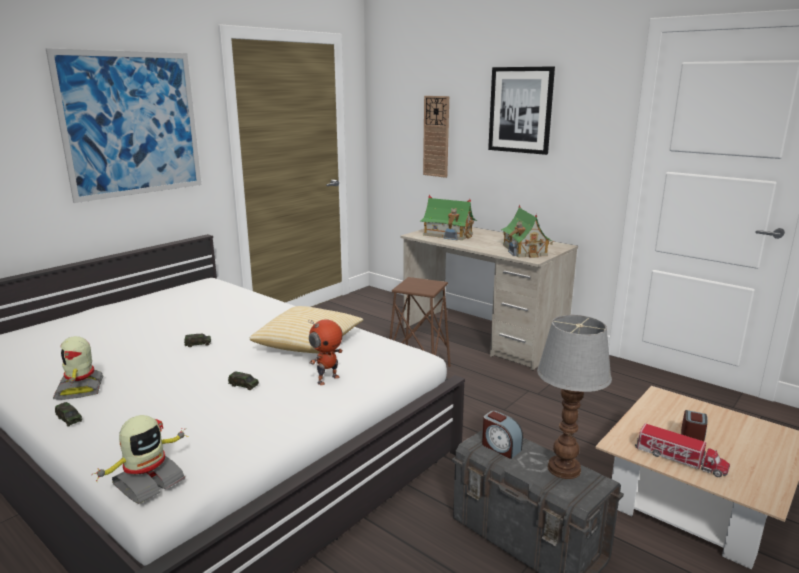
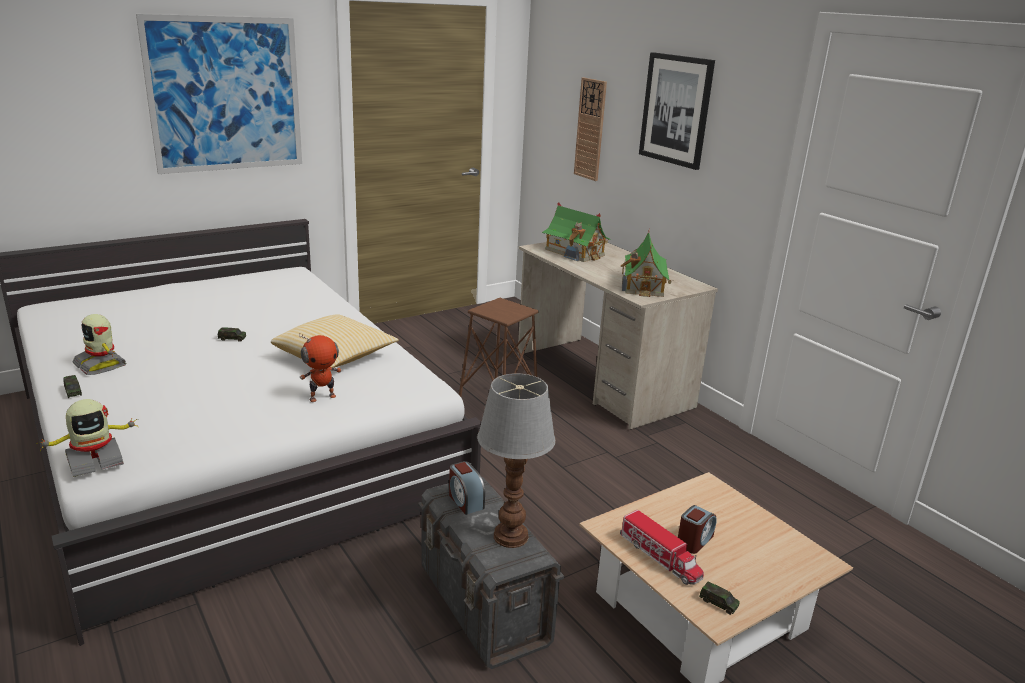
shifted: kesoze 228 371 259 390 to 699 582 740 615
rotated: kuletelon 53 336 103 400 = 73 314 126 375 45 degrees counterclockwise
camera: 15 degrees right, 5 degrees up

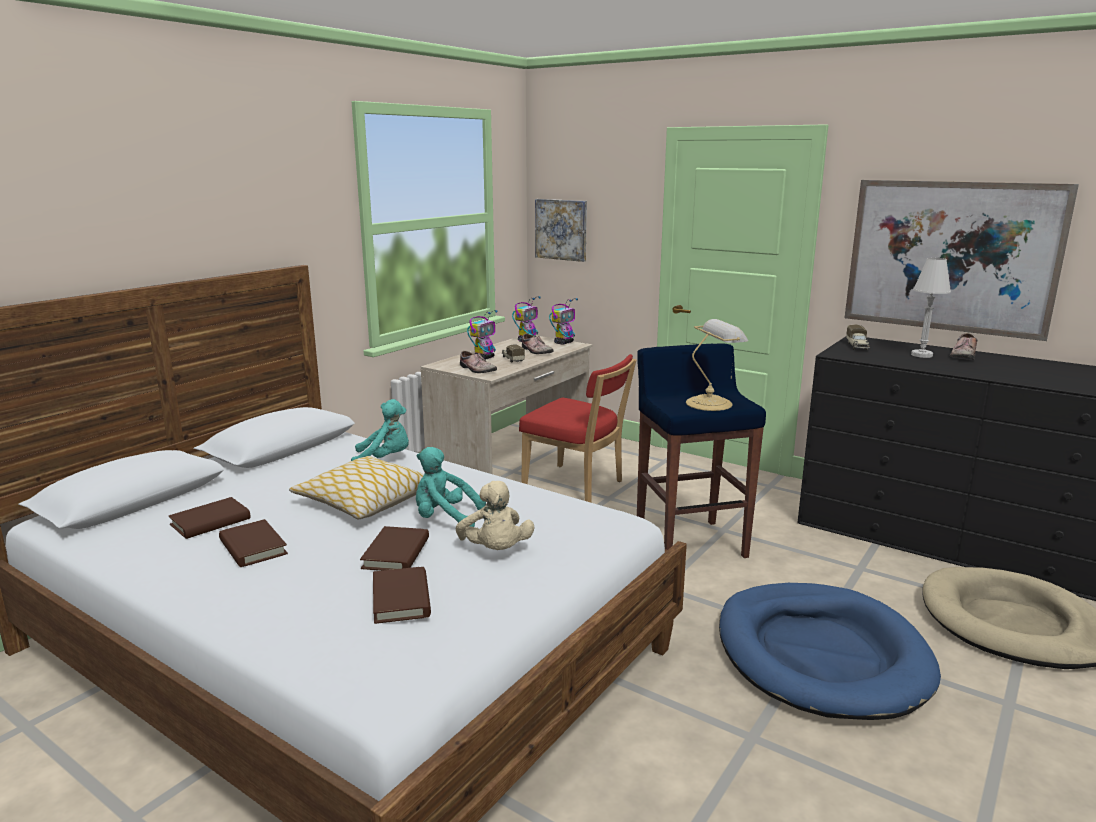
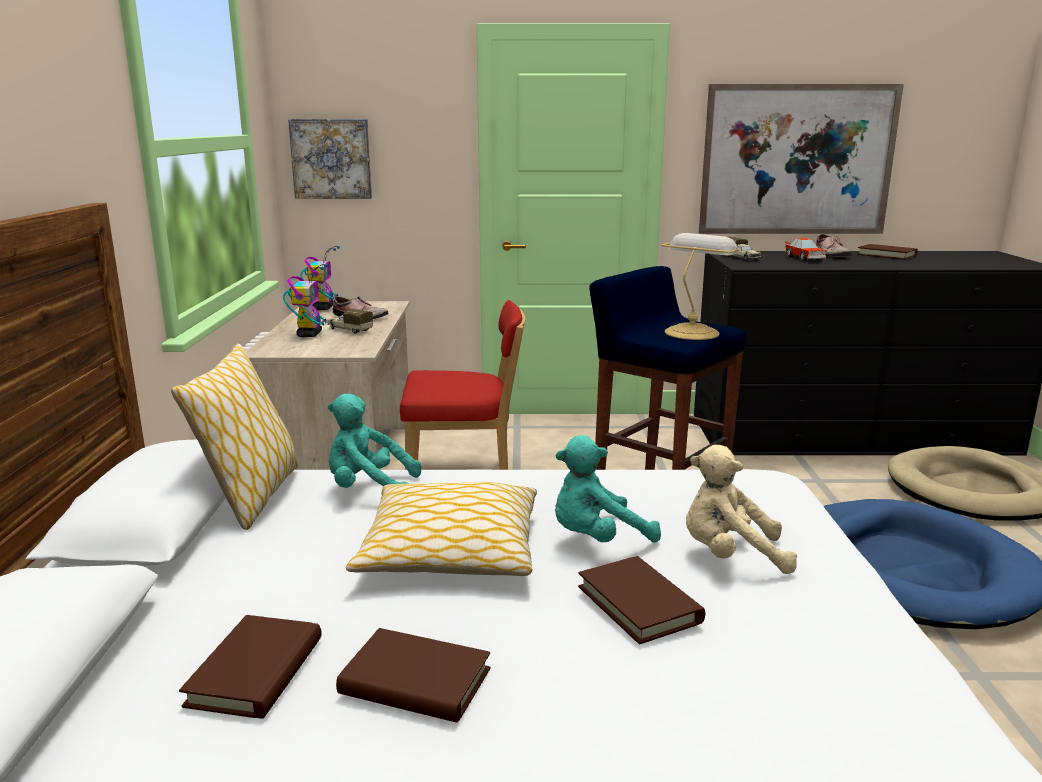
gone: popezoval 460 351 497 373; kuletelon 549 298 578 345
new: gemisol 171 344 299 530
shifted: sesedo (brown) 373 567 431 624 to 857 244 918 260
swapped: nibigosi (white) 911 258 951 358 to kesoze 785 238 827 261
rotated: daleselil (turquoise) 351 399 409 461 = 328 394 421 488 135 degrees counterclockwise; daleselil (beige) 456 481 535 550 = 686 445 797 574 150 degrees clockwise
camera: 35 degrees left, 0 degrees up

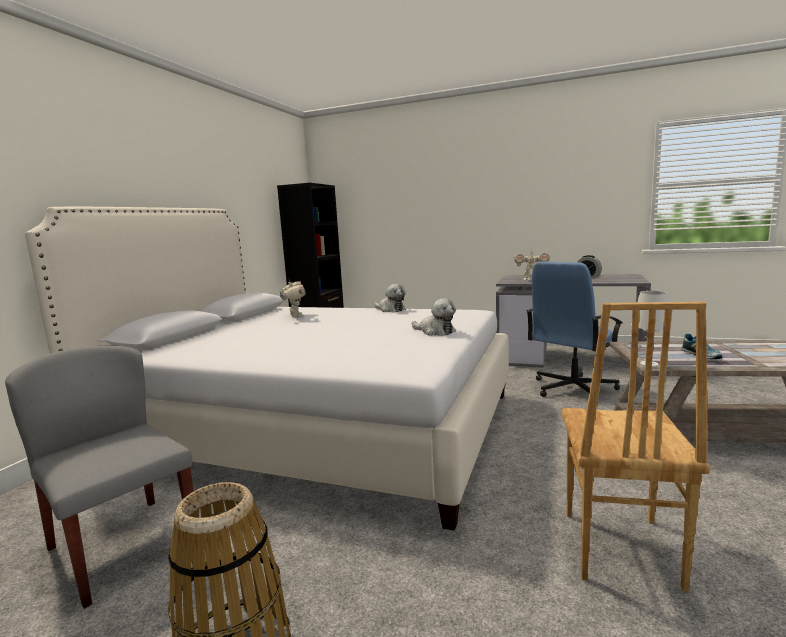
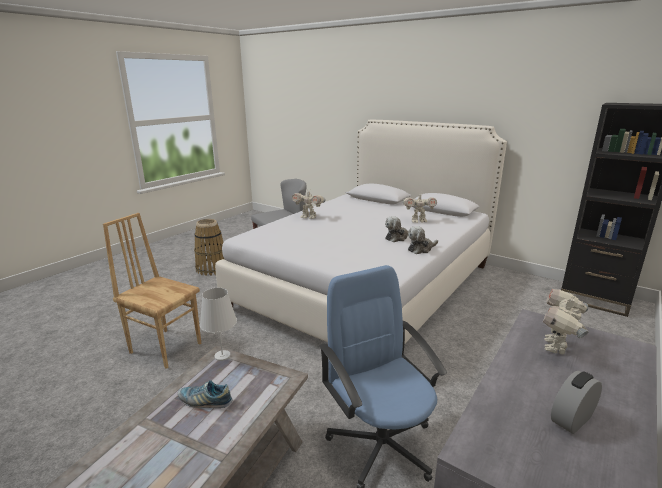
new: kuletelon 292 188 325 219
shifted: daleselil 412 298 456 336 to 385 216 409 242
camera: 105 degrees right, 10 degrees up

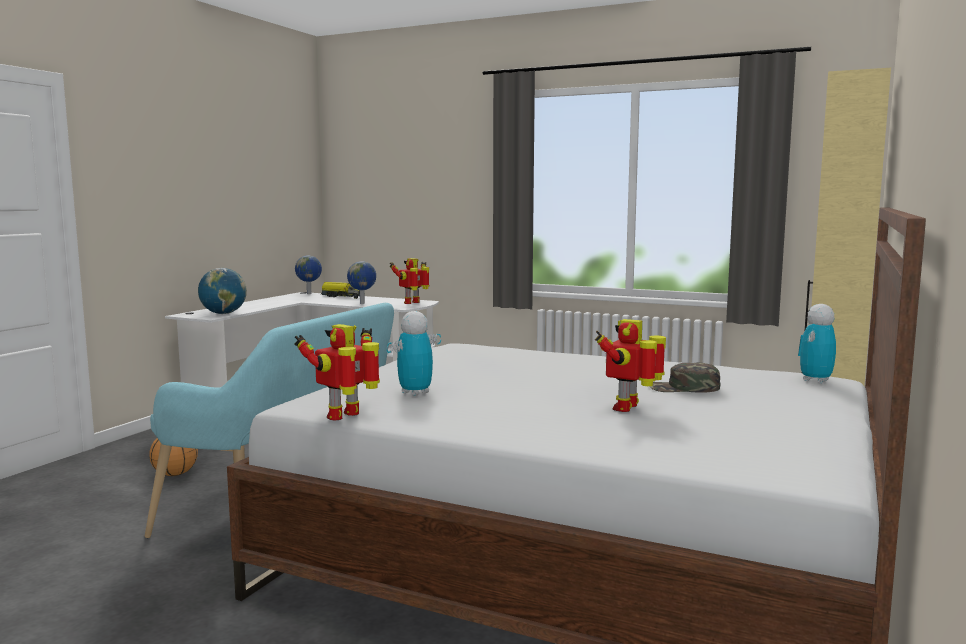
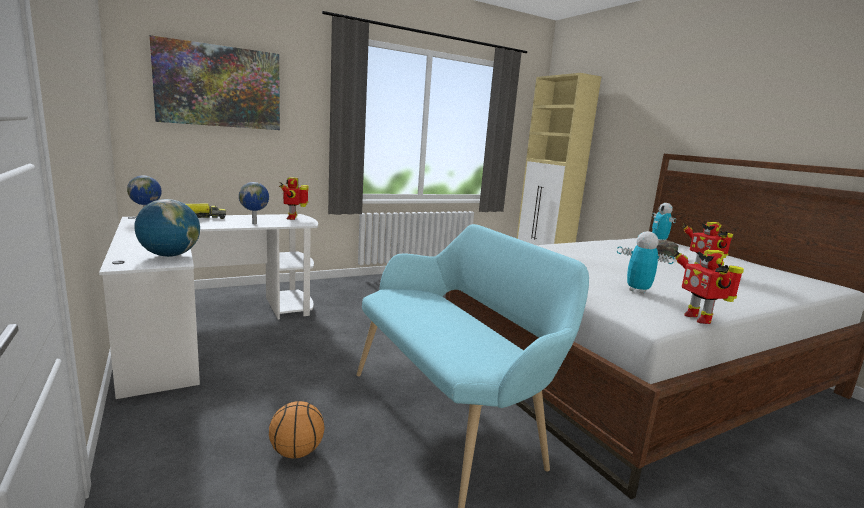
new: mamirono 150 35 280 130
rotated: kuletelon 386 311 441 396 = 617 231 674 294 135 degrees clockwise
camera: 55 degrees left, 5 degrees up

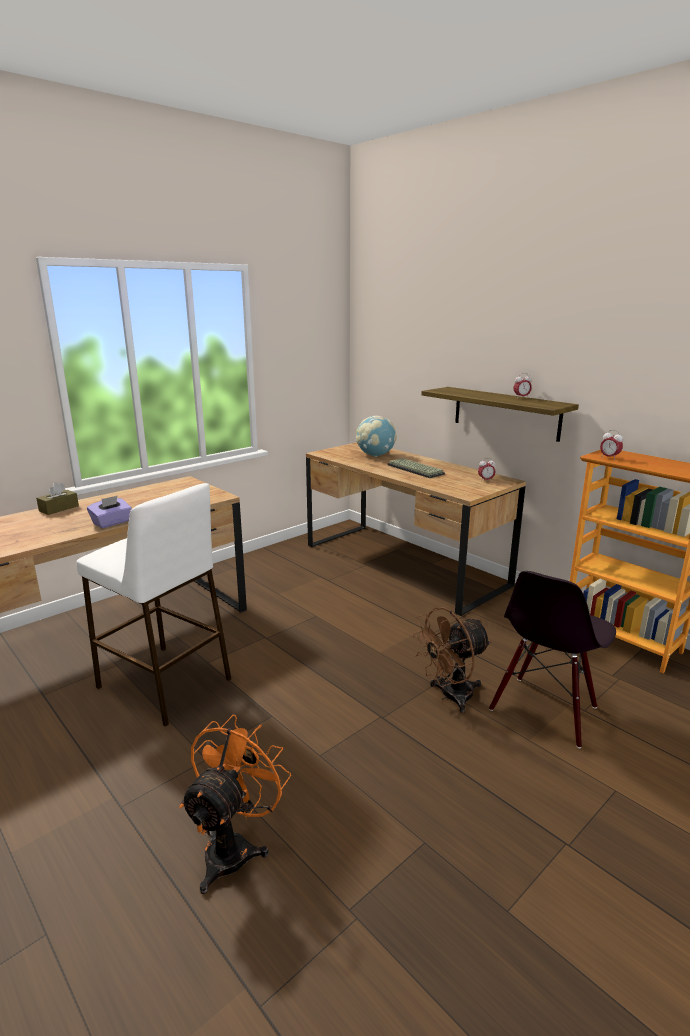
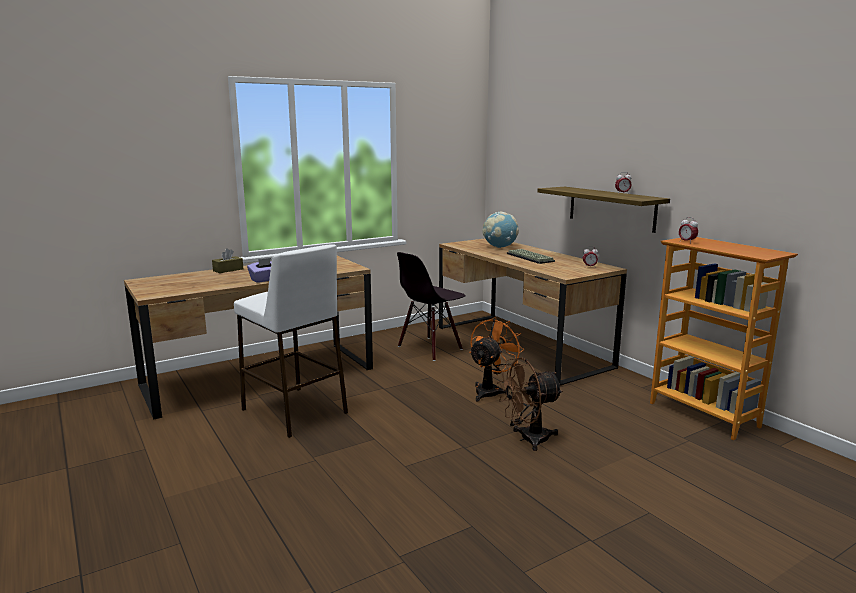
shifted: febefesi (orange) 179 715 291 894 to 469 317 523 401; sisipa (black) 489 571 616 748 to 397 252 466 361
camera: 10 degrees right, 5 degrees down

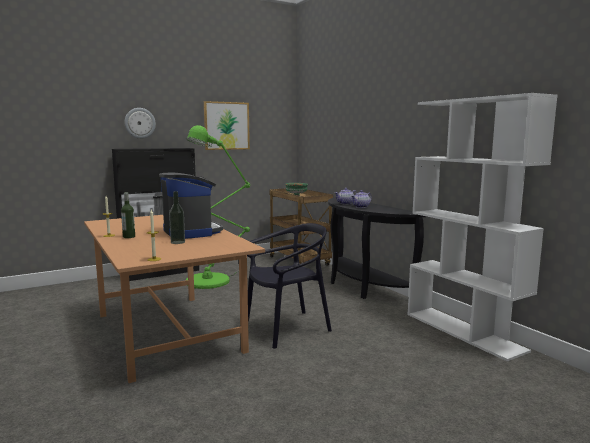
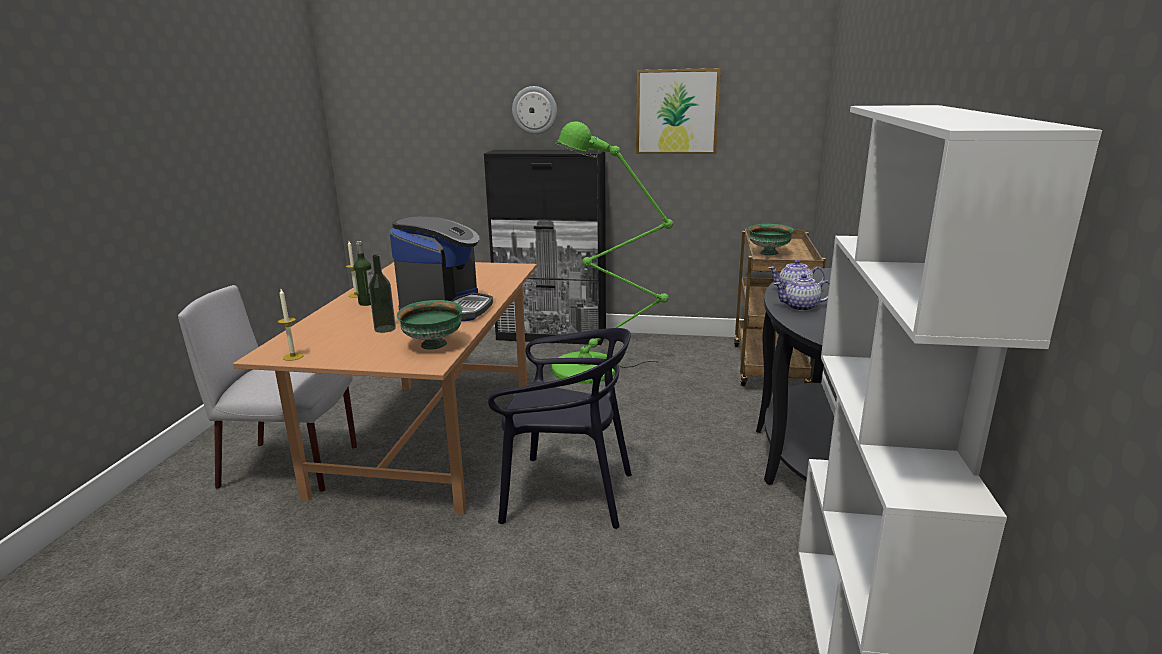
new: sisipa (grey) 178 285 357 492; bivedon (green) 397 300 463 350
camera: 40 degrees right, 10 degrees up

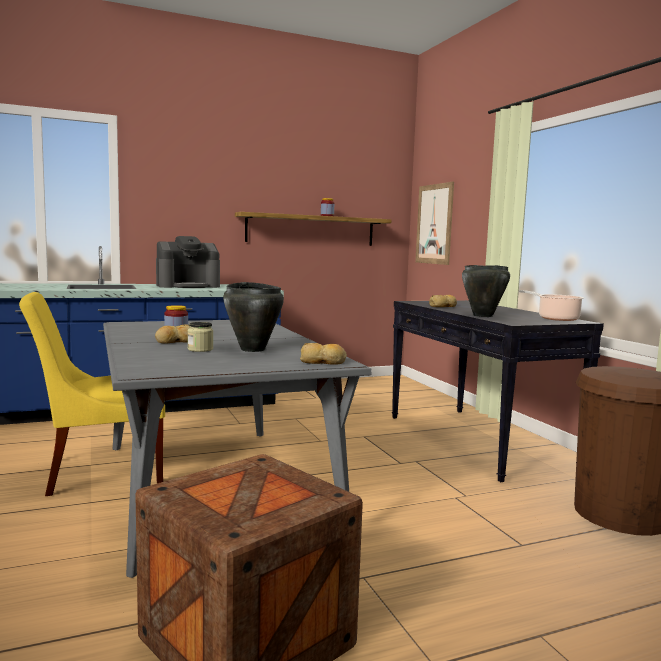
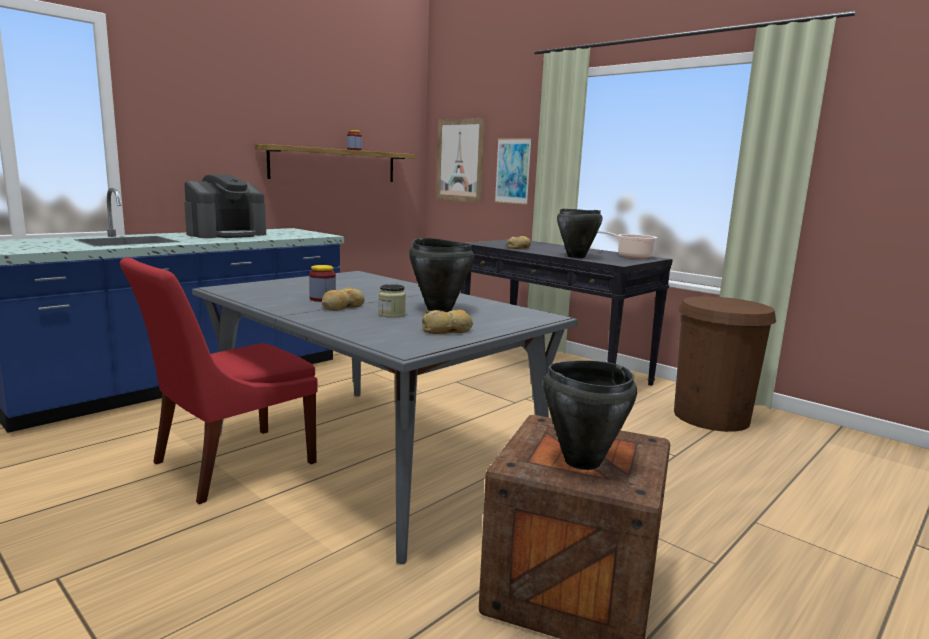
new: mamirono 495 138 532 205; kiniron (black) 543 361 637 470
shifted: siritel 300 343 347 365 to 422 310 473 334
repainted: sisipa (yellow) 19 292 165 496 to sisipa (red) 120 257 318 504
camera: 25 degrees left, 5 degrees up

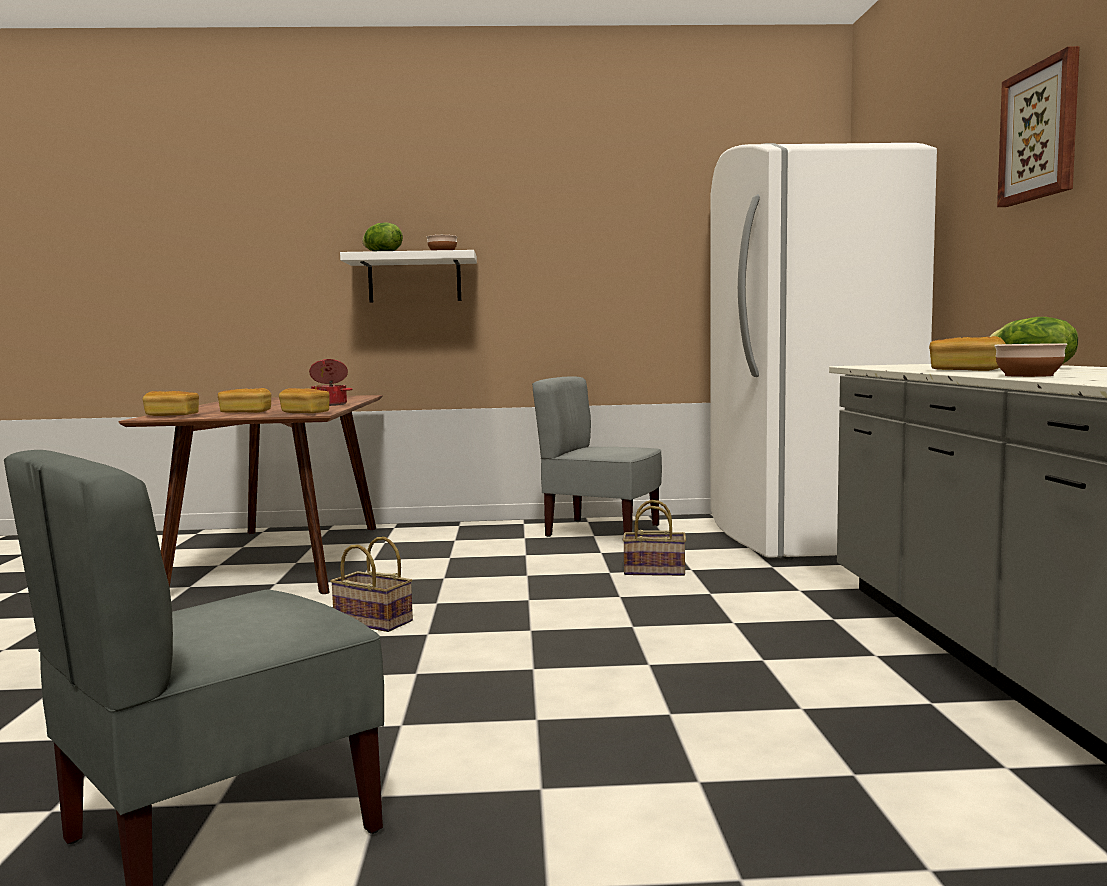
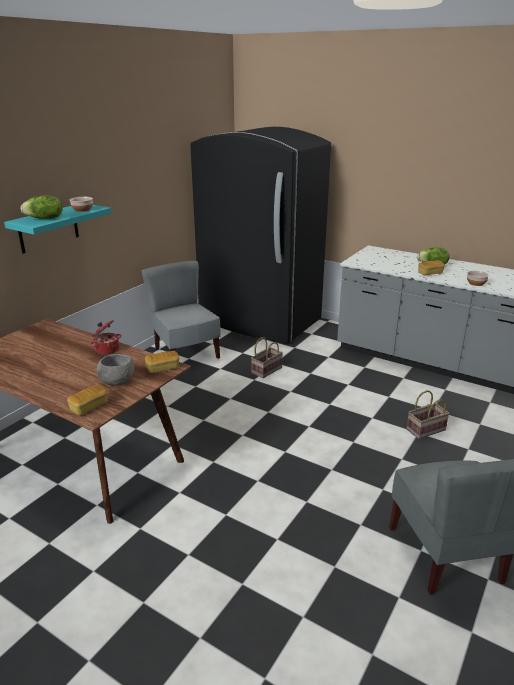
gone: mamirono 997 46 1080 207
shifted: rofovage 330 537 413 632 to 406 390 450 439
swapped: siritel 218 388 271 413 to bivedon (grey) 97 354 134 386
repainted: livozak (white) 340 250 477 303 to livozak (turquoise) 4 205 111 254; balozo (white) 710 143 937 560 to balozo (black) 190 127 331 343
rotated: sisipa (grey) 532 376 662 537 = 142 261 221 359 90 degrees clockwise
camera: 55 degrees left, 20 degrees up

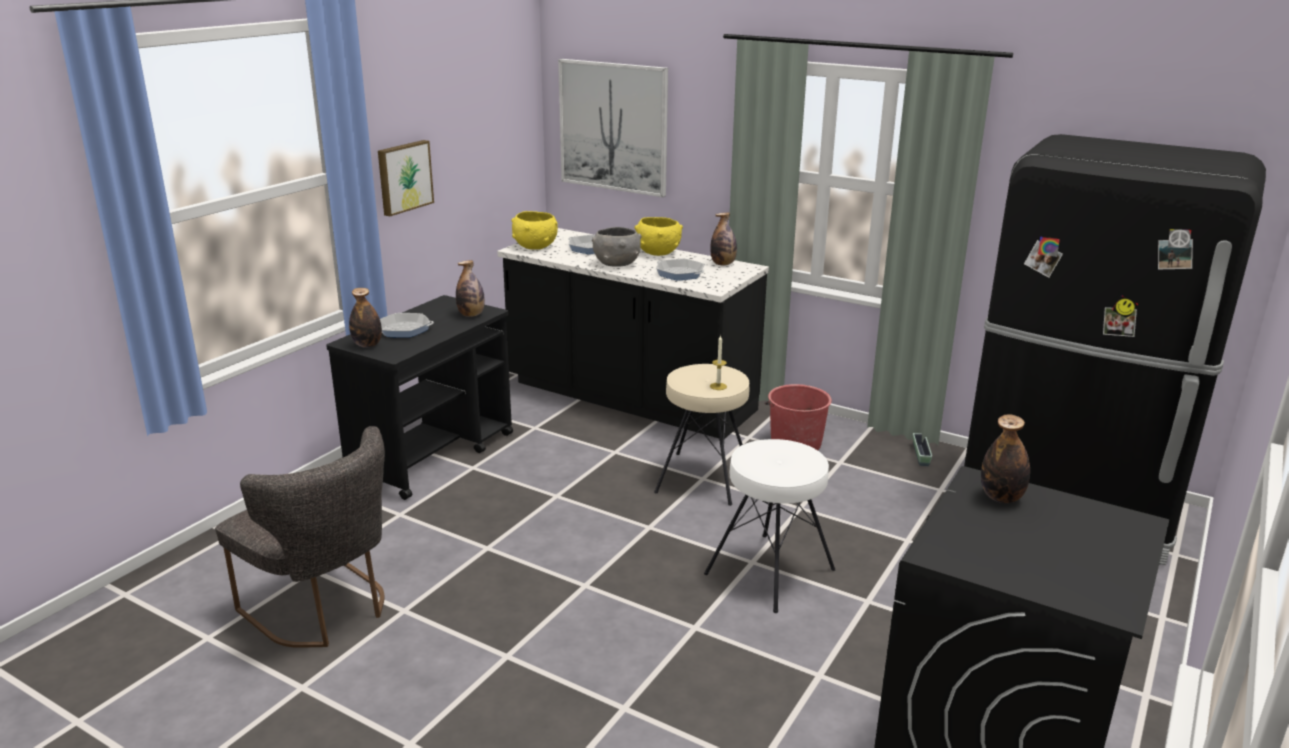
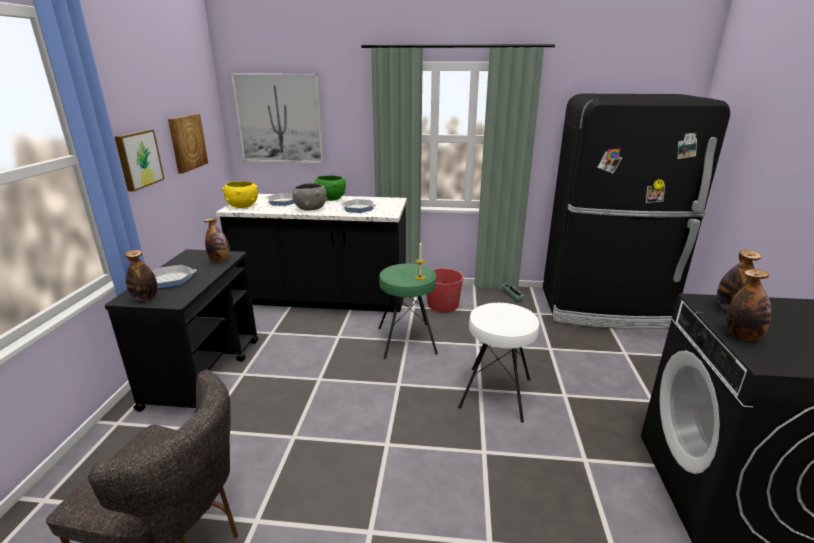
new: mamirono 168 114 208 174
shifted: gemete 710 213 737 266 to 726 269 771 340
repainted: bivedon (yellow) 635 217 683 256 to bivedon (green) 314 175 346 201; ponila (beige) 654 364 749 506 to ponila (green) 378 264 438 359
camera: 25 degrees left, 0 degrees up

